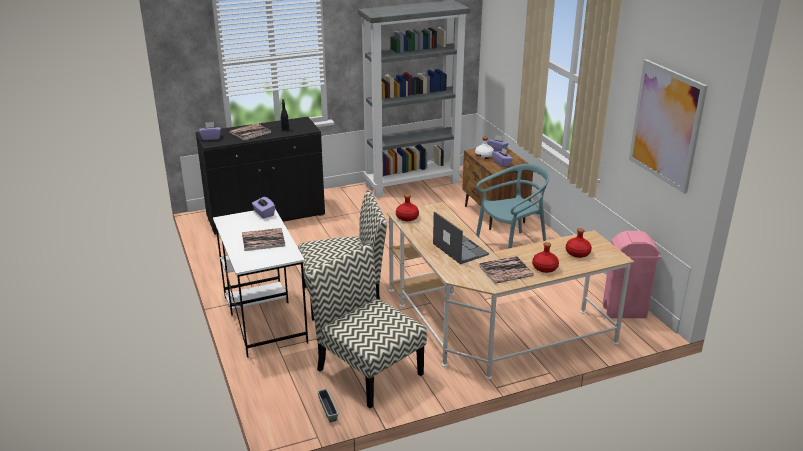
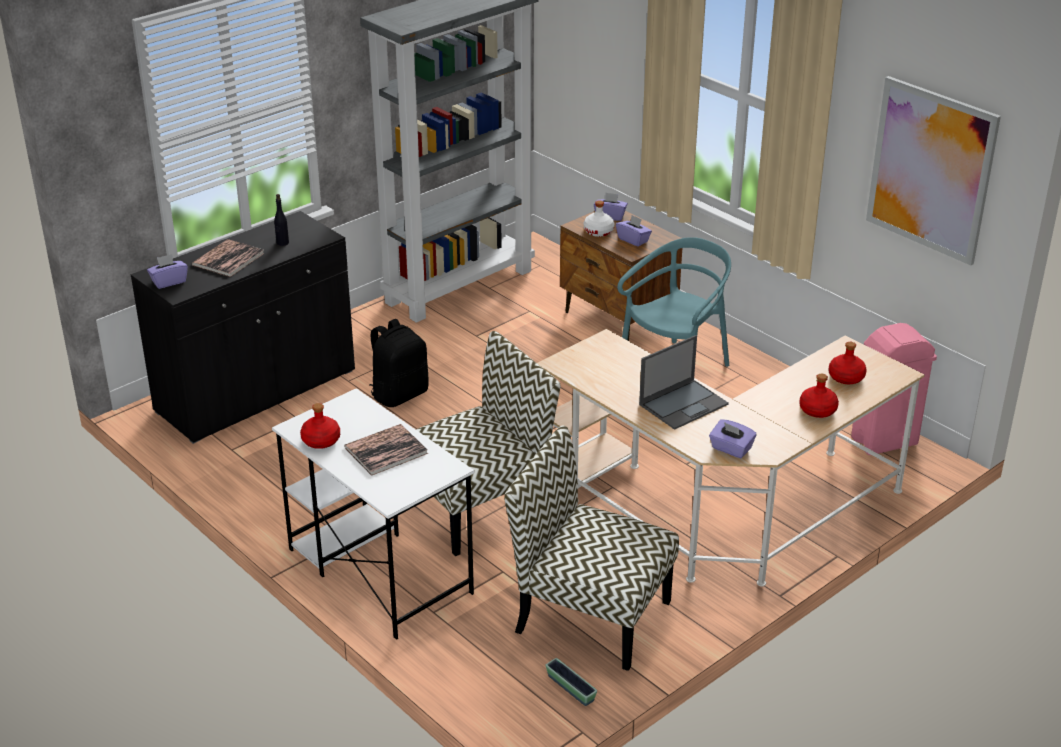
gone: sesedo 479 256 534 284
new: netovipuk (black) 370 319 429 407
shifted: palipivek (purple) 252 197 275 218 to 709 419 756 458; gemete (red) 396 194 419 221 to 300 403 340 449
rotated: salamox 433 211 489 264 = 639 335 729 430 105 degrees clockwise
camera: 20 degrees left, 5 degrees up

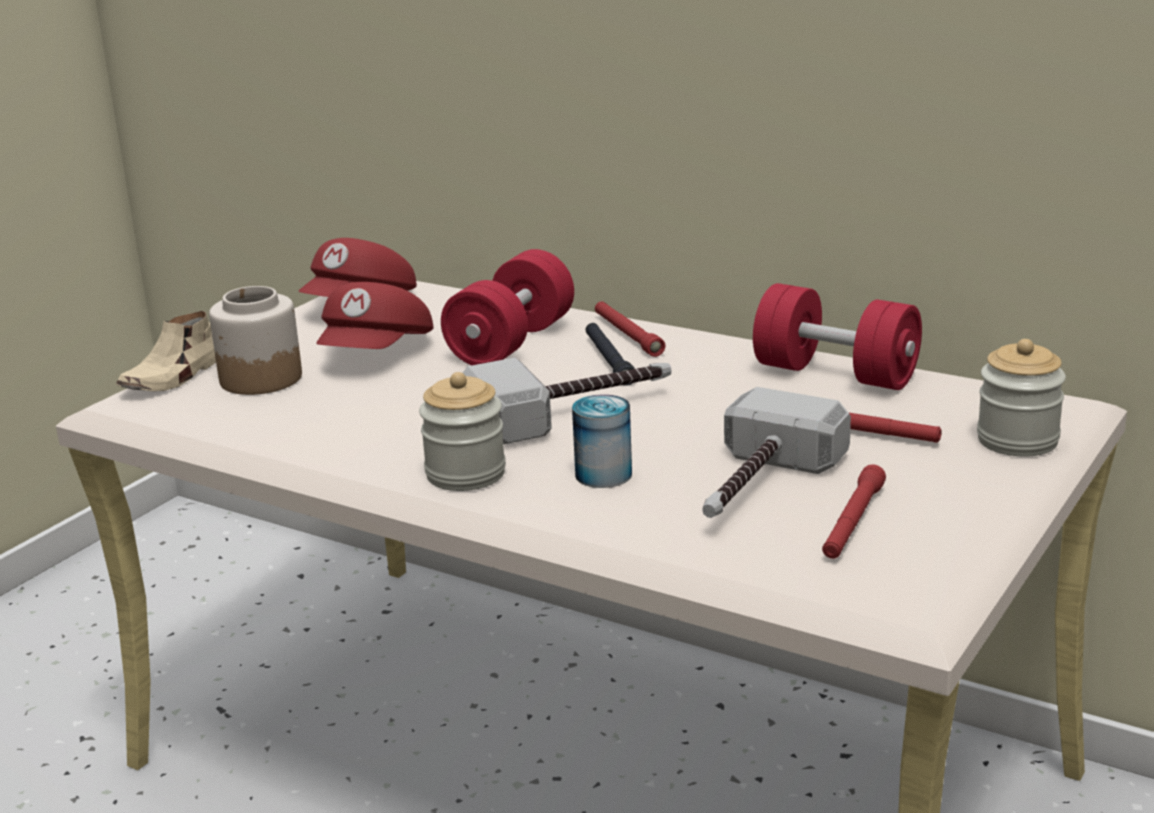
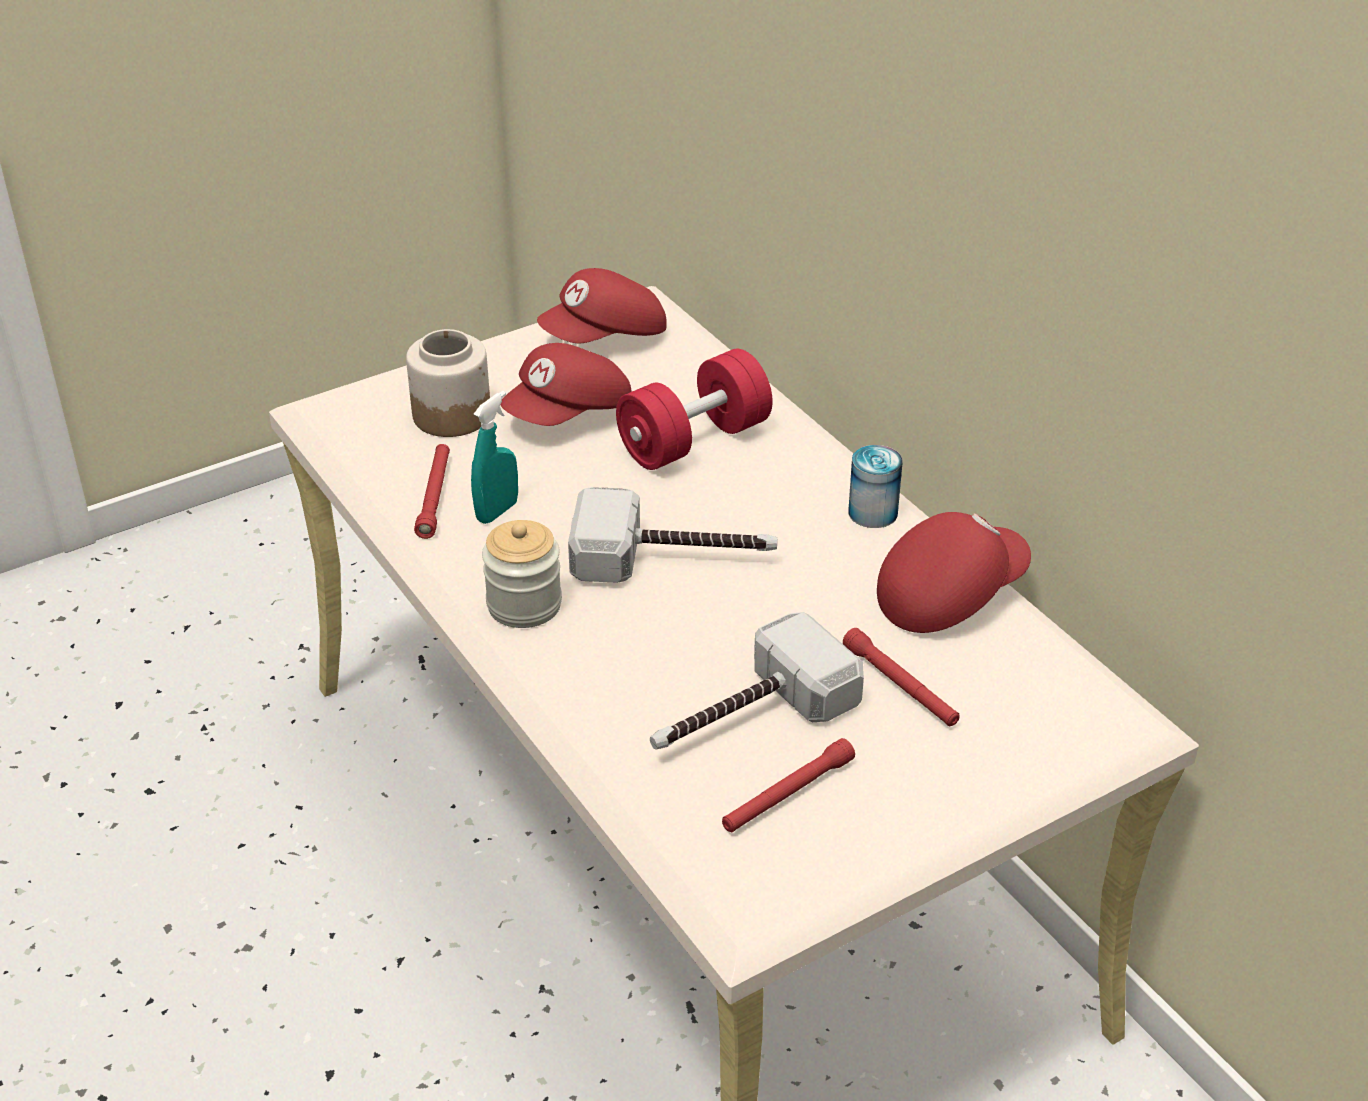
gone: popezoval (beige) 116 311 216 391; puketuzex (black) 586 323 635 386; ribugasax 977 339 1066 457
new: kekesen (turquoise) 471 391 518 524
shifted: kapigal 572 394 632 488 to 848 445 903 528; puketuzex (red) 595 301 665 357 to 414 444 450 539
swapped: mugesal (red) 753 283 922 390 to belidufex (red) 877 512 1031 633
camera: 25 degrees right, 15 degrees up

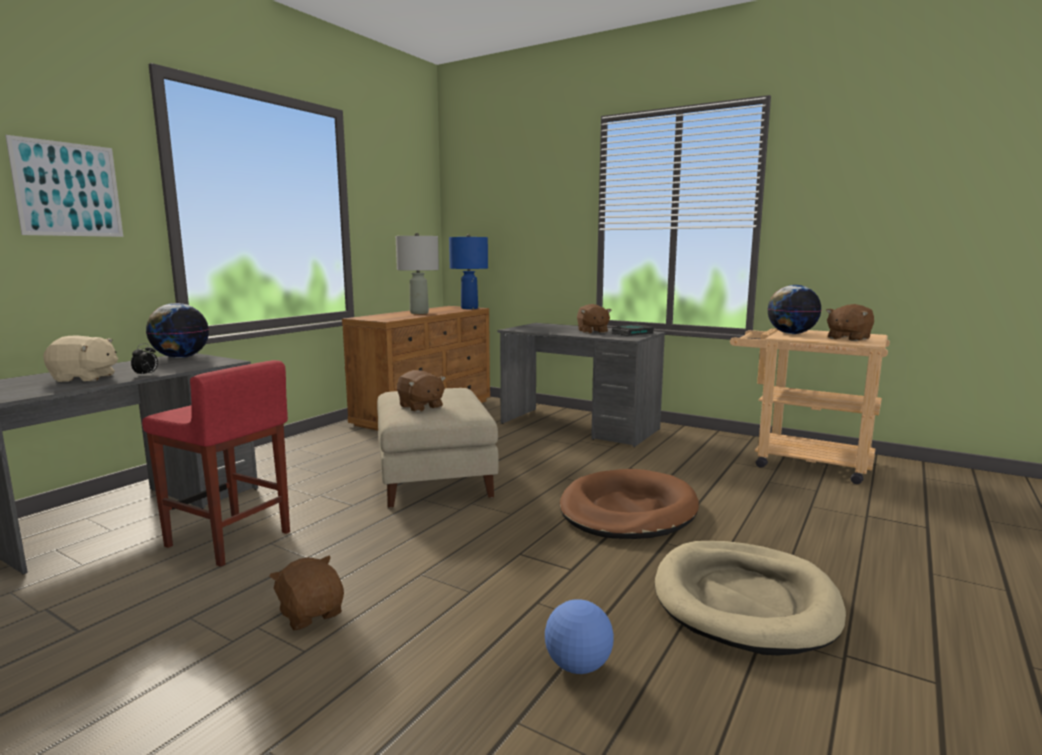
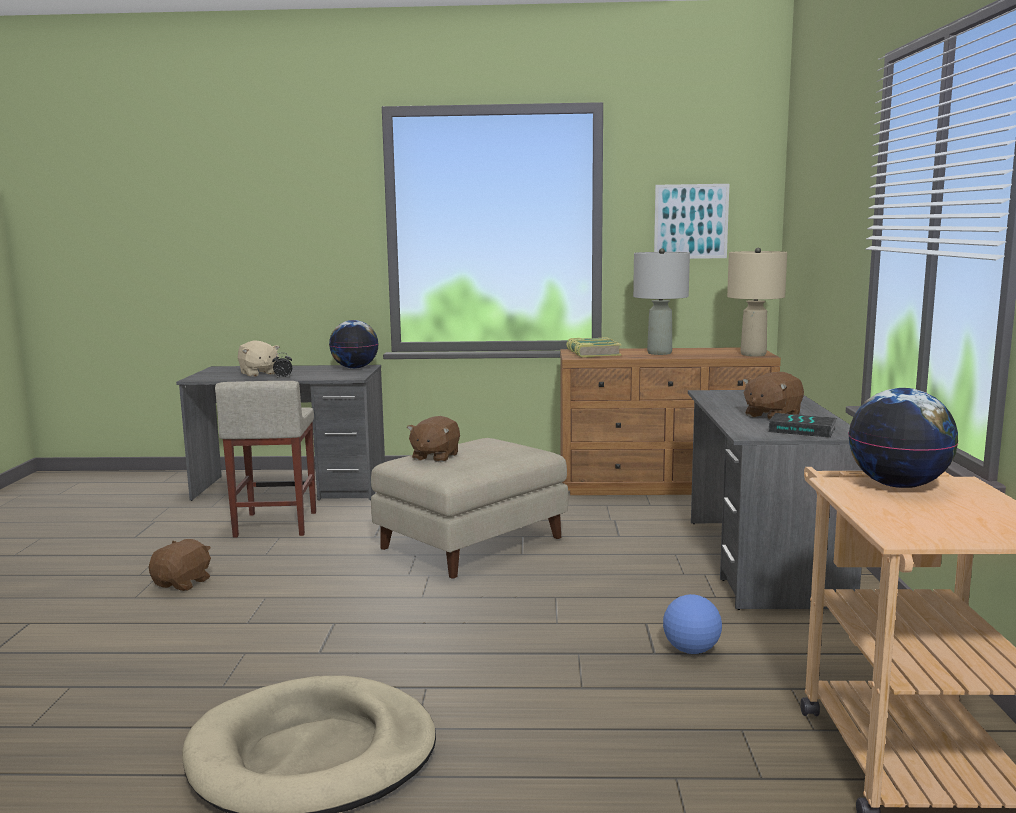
gone: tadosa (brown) 559 469 699 539; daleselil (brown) 826 304 874 341
new: sesedo 566 337 621 358
shifted: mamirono 5 135 123 237 to 654 184 729 259; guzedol 545 599 614 674 to 663 594 722 654
repainted: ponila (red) 142 360 290 567 to ponila (beige) 215 381 316 538; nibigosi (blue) 449 234 488 309 to nibigosi (beige) 727 248 787 357
camera: 60 degrees right, 0 degrees up

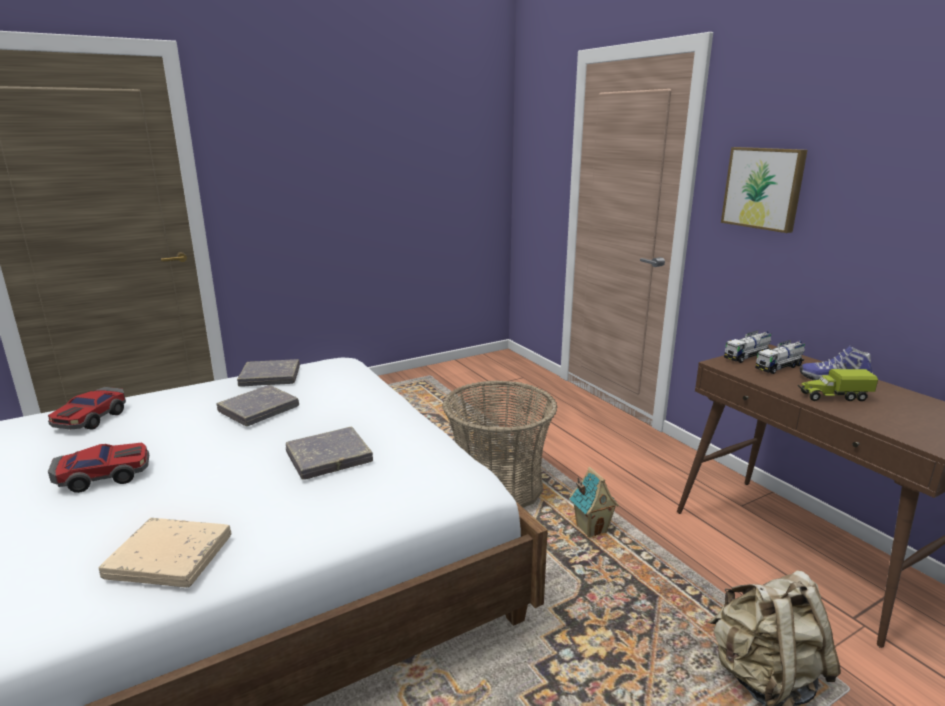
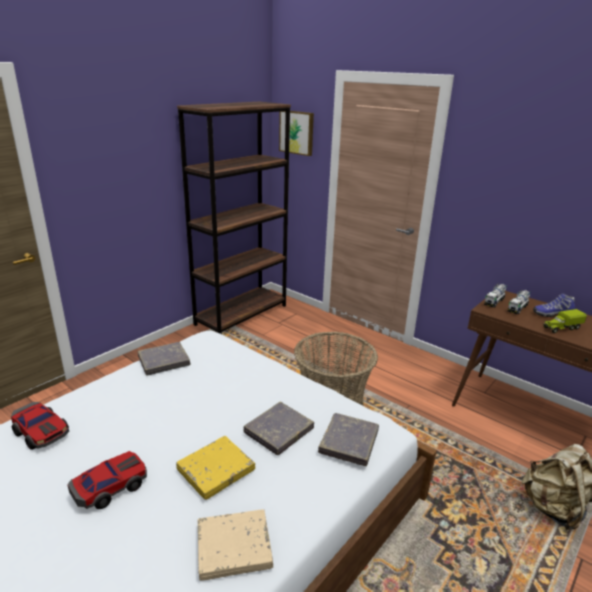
gone: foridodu 570 467 619 538
new: sesedo (yellow) 176 436 255 500; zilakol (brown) 177 102 291 334
shifted: sesedo (grey) 217 385 299 426 to 318 413 379 466; mamirono 721 147 807 233 to 279 111 314 156
rotated: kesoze 48 387 126 430 = 11 402 69 450 45 degrees counterclockwise
camera: 20 degrees left, 5 degrees up

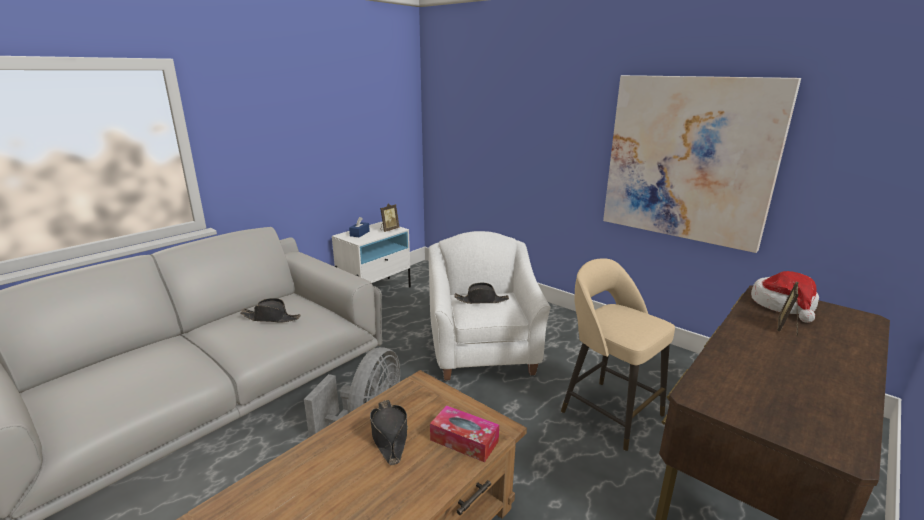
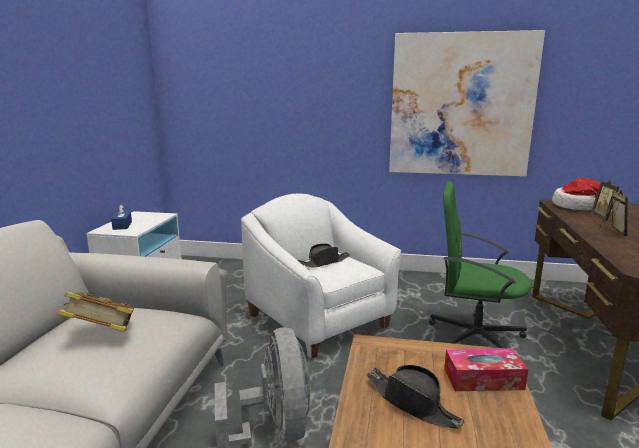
shifted: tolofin 380 204 399 232 to 599 190 628 236
swapped: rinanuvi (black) 241 298 301 323 to sesedo 57 292 134 332; ponila (beige) 561 258 675 451 to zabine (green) 429 181 532 348
camera: 30 degrees left, 5 degrees down

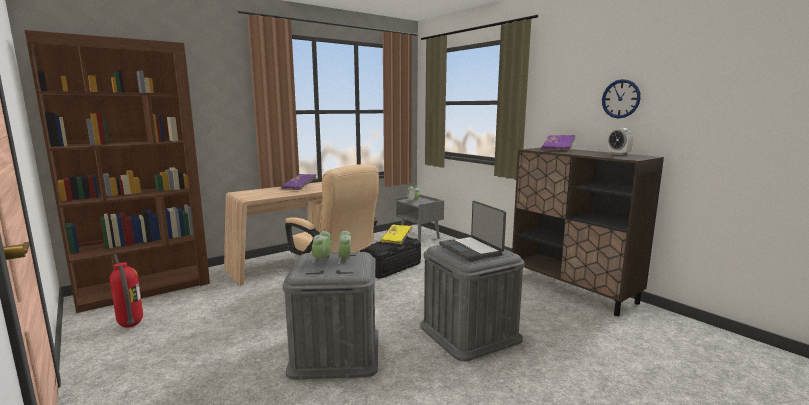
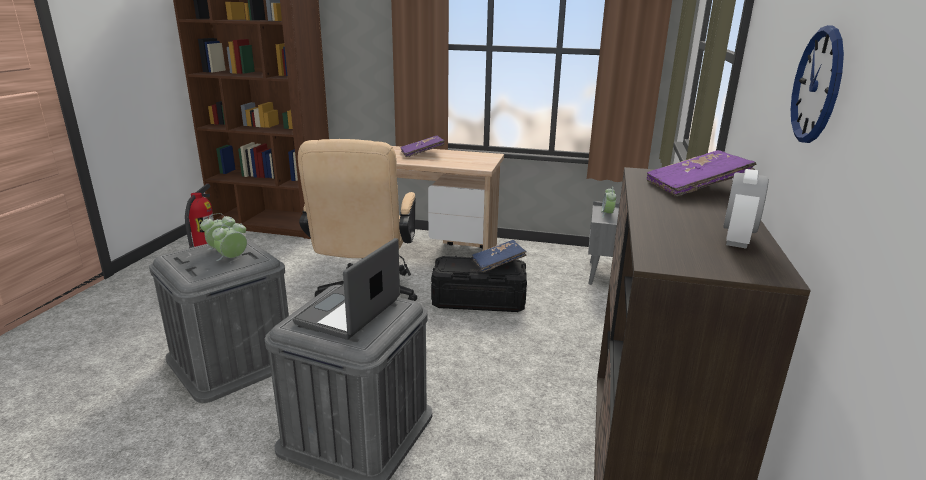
repainted: sesedo (yellow) 380 225 412 244 to sesedo (blue) 472 240 527 272
camera: 50 degrees right, 10 degrees up

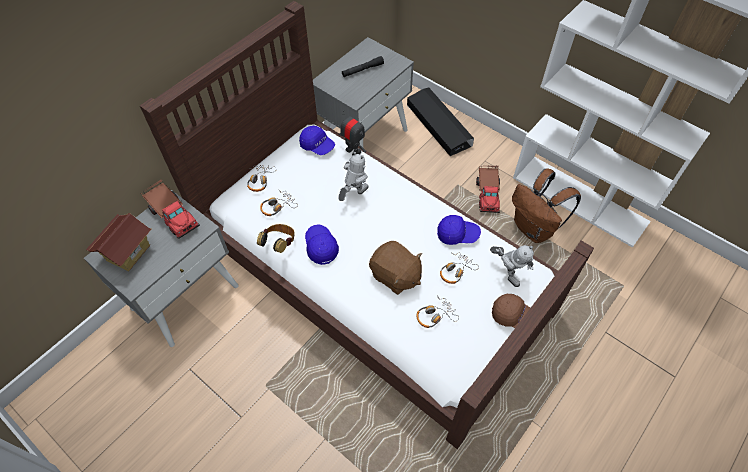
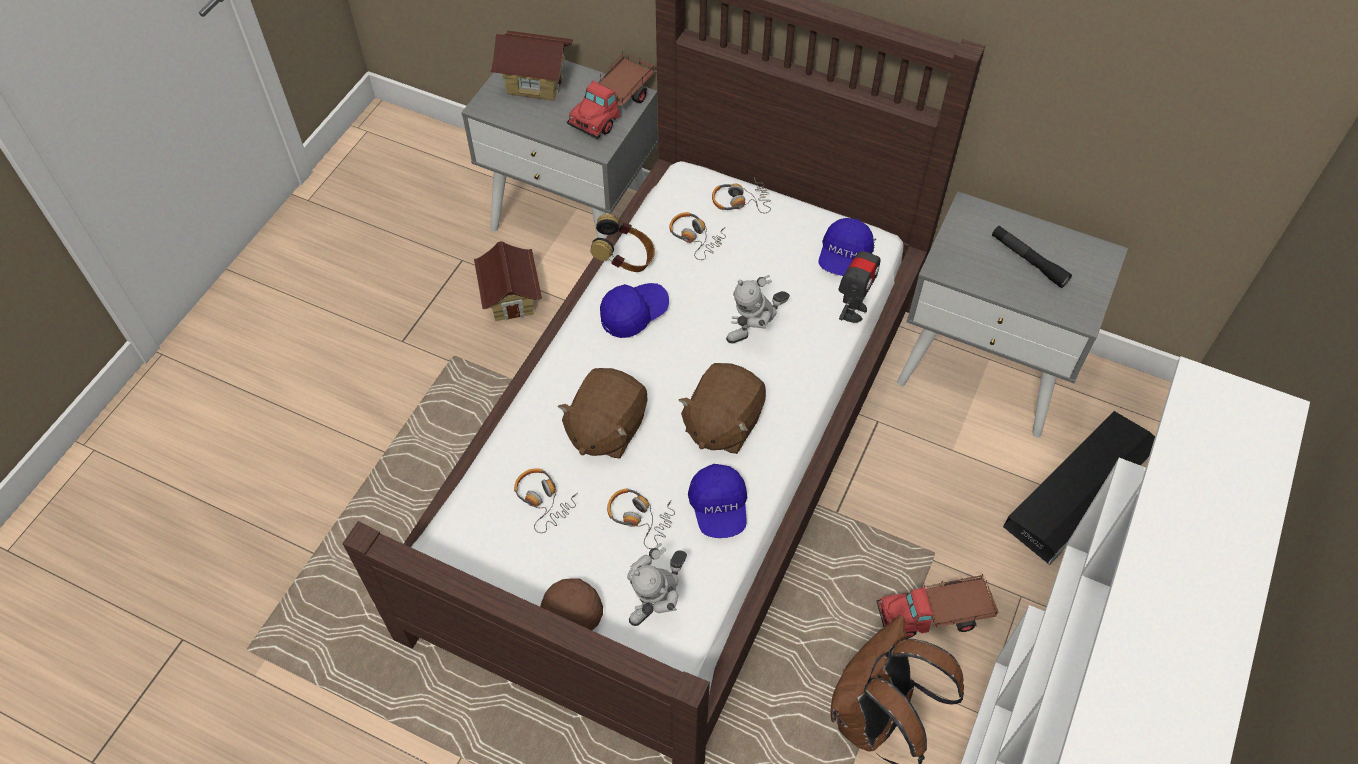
new: foridodu 474 241 542 321; daleselil (brown) 679 363 766 454
rotated: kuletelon 338 152 369 201 = 726 275 790 344 120 degrees clockwise
camera: 75 degrees right, 0 degrees up

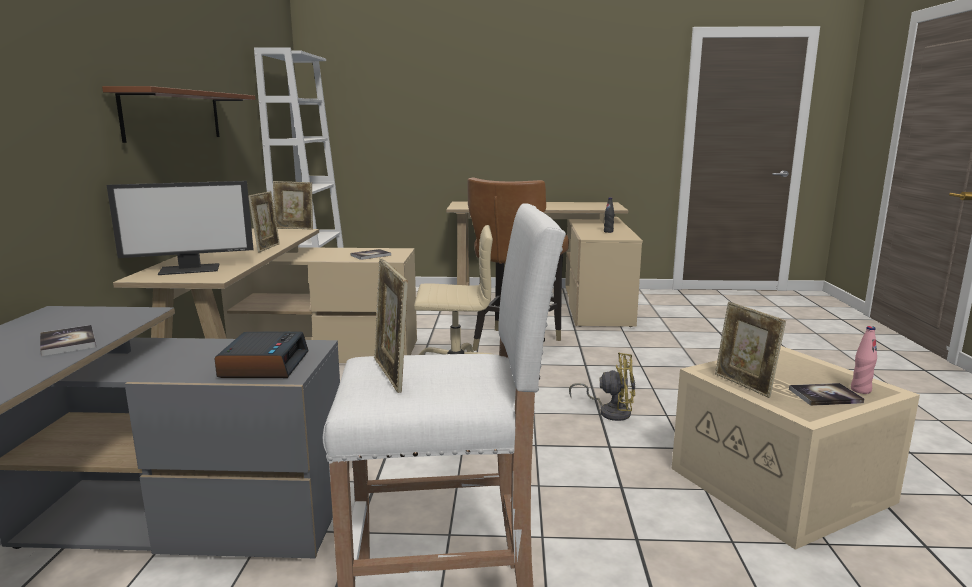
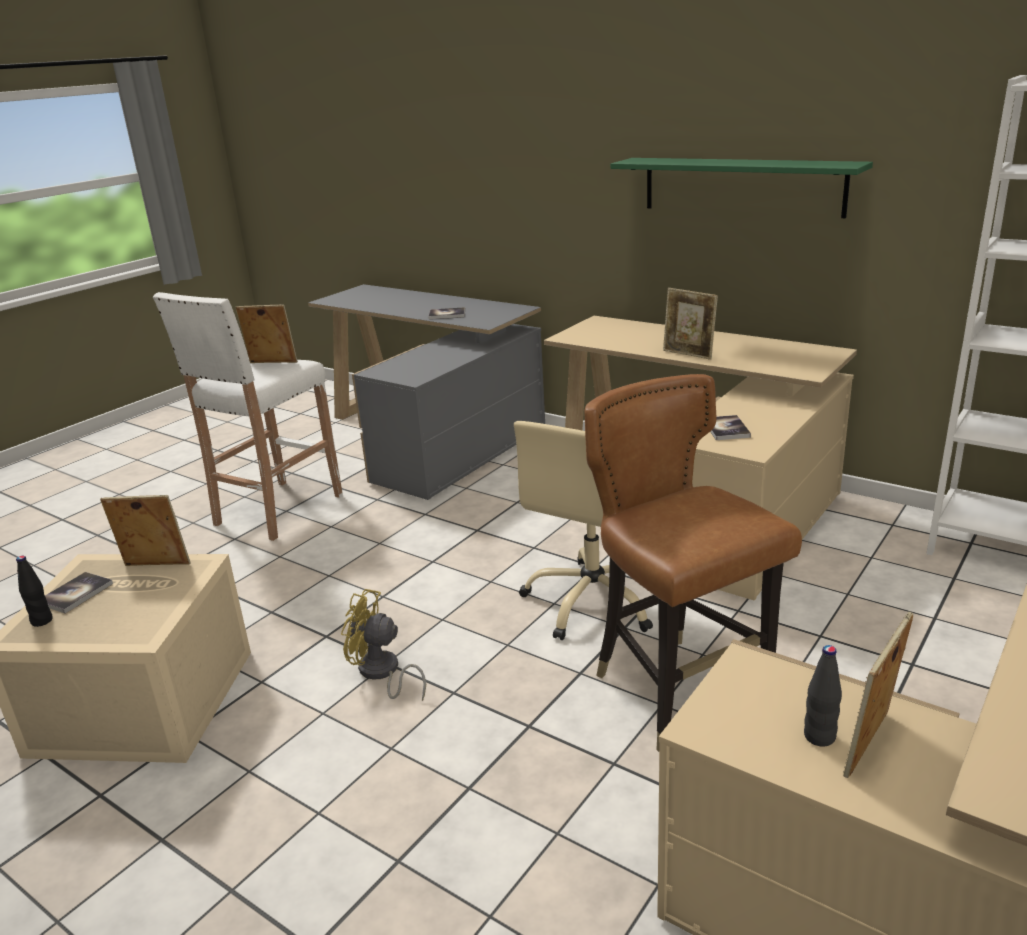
gone: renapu 107 181 254 275; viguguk 214 331 309 378
shifted: tolofin 273 181 313 230 to 843 612 913 778
repainted: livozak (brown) 102 86 256 143 to livozak (green) 610 158 873 218; gemete (pink) 851 326 877 394 to gemete (black) 16 556 52 627
rotated: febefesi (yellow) 569 352 635 421 = 341 589 426 701 60 degrees clockwise
camera: 125 degrees right, 10 degrees up

